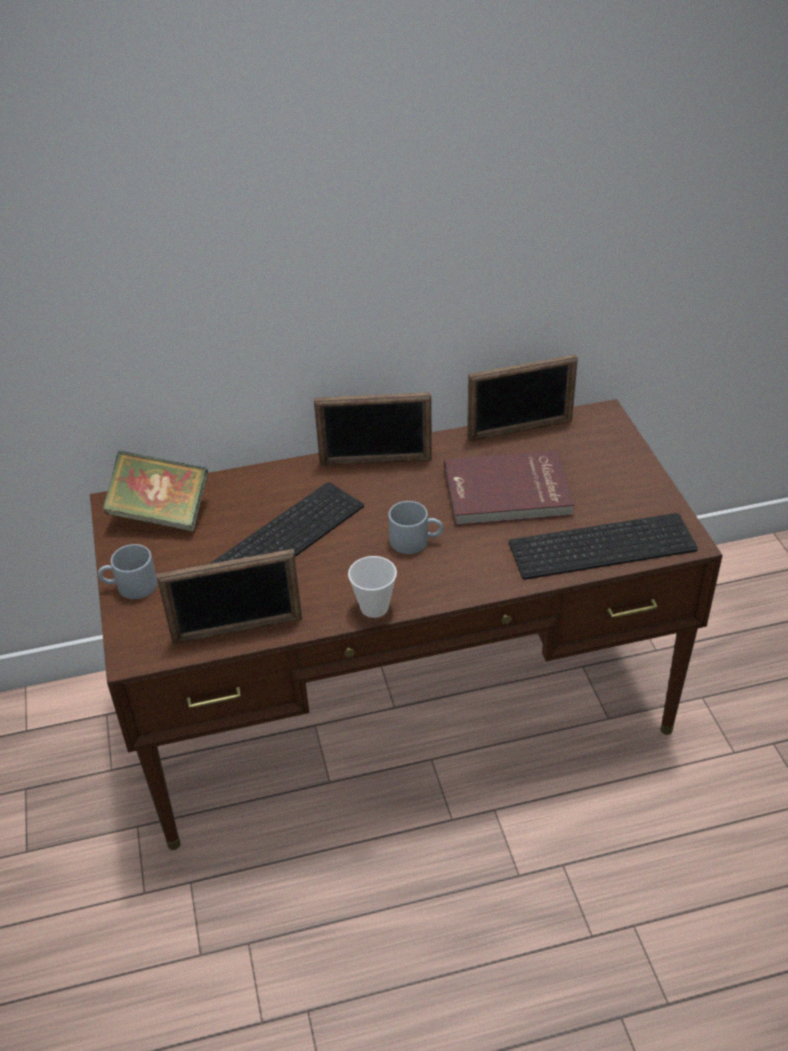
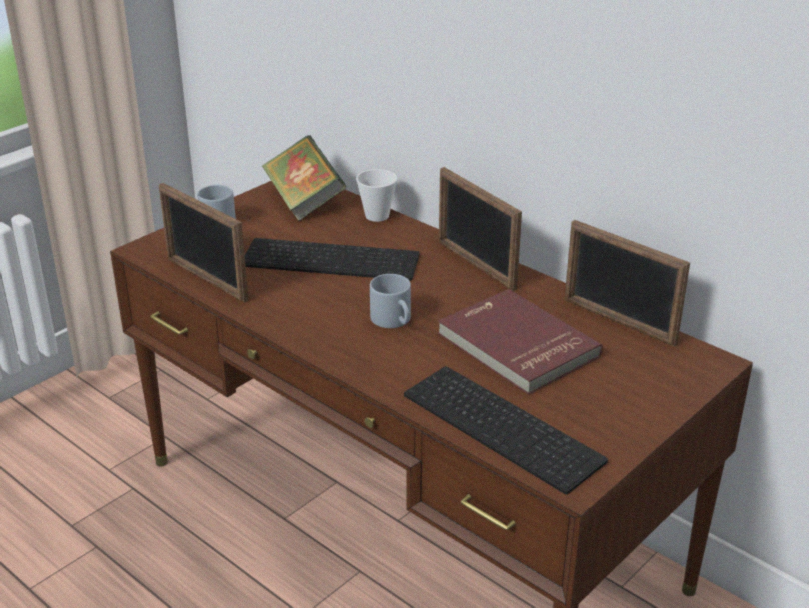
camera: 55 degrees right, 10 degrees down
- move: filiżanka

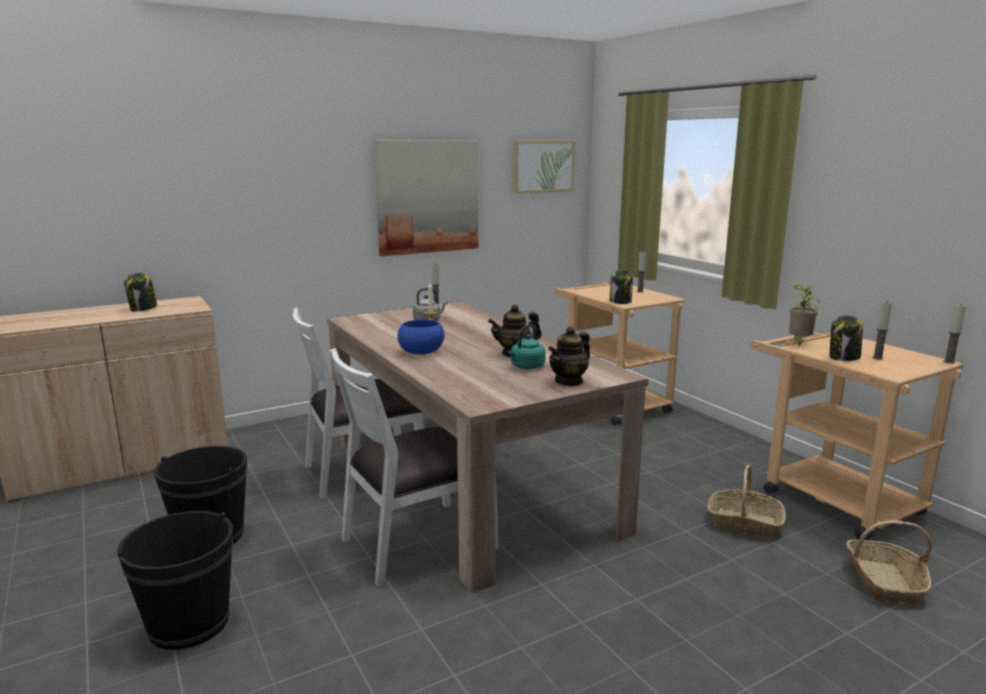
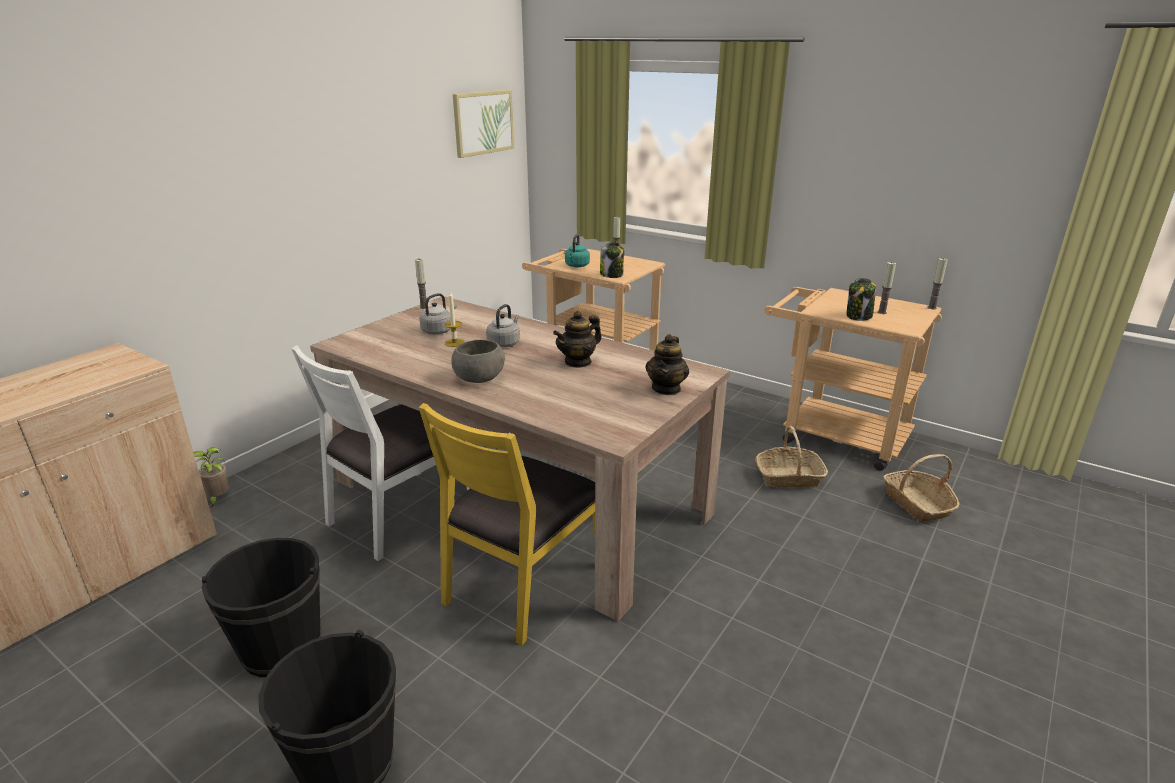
camera: 25 degrees left, 10 degrees up
- delete: obraz (1st from left)
- delete: słoik (1st from left)
- move: roślina doniczkowa
- recolor: miska (niebieski) to miska (szary)
- move: czajnik (turkusowy)
- recolor: krzesło (biały) (2nd from left) to krzesło (żółty)
- insert: czajnik (szary) (2nd from left)

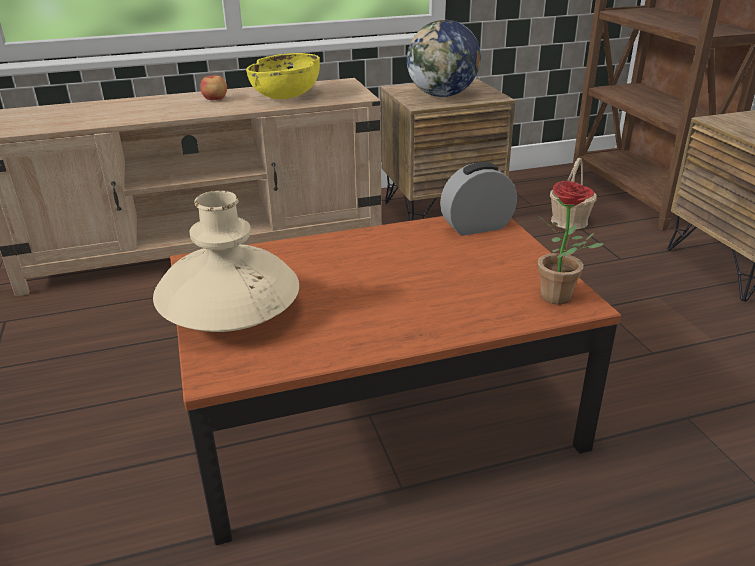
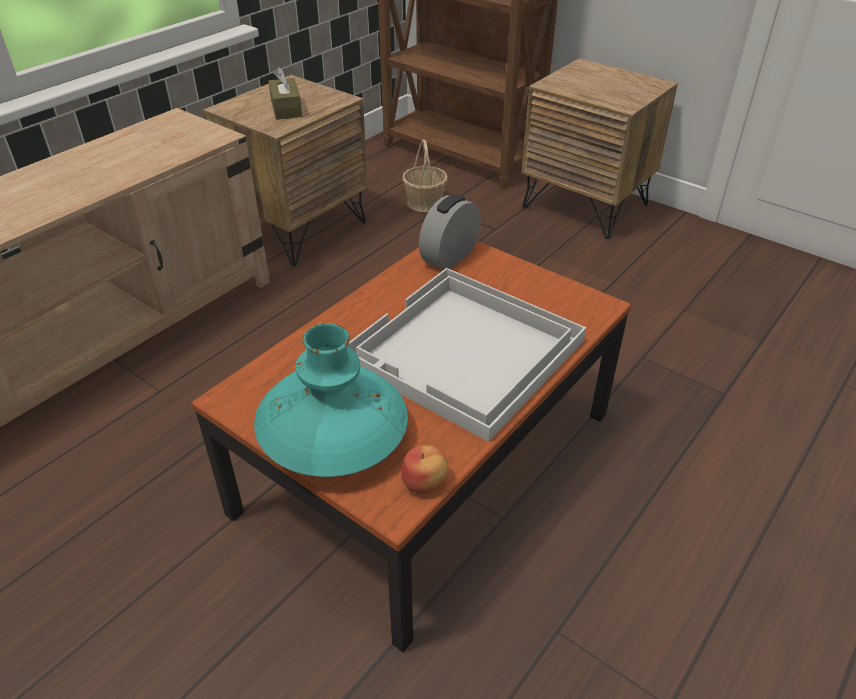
camera: 35 degrees left, 10 degrees up
- replace: globus to pudełko chusteczek (brązowy)
- delete: miska (żółty)
- move: jabłko
- delete: roślina doniczkowa
- recolor: wazon (beżowy) to wazon (turkusowy)
- insert: taca (biały)

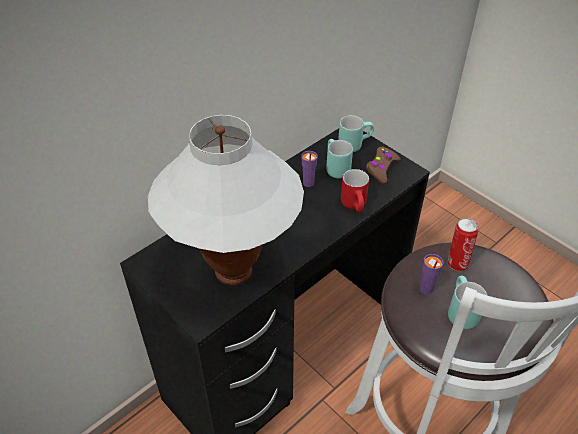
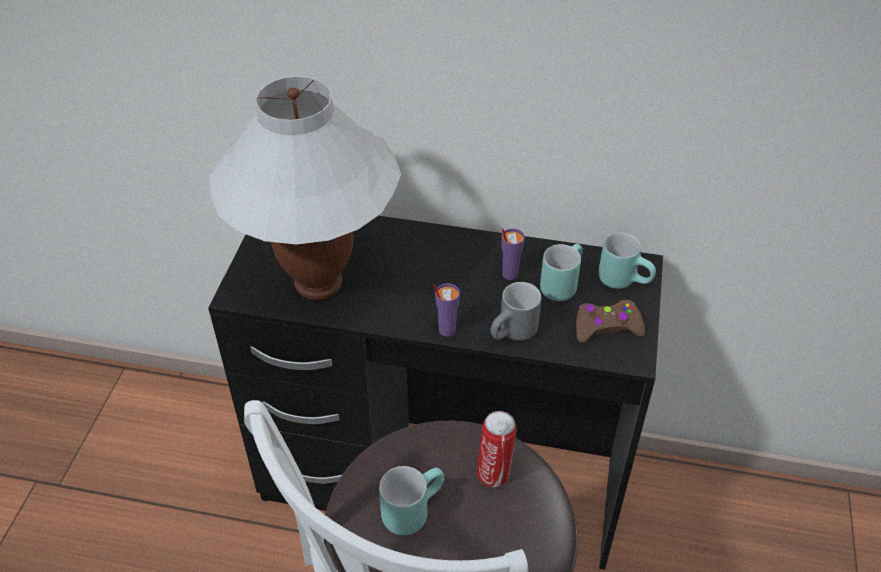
camera: 55 degrees right, 0 degrees up
- recolor: kubek (czerwony) to kubek (szary)
- move: filiżanka (fioletowy) (2nd from left in the first image) to filiżanka (fioletowy) (1st from left)

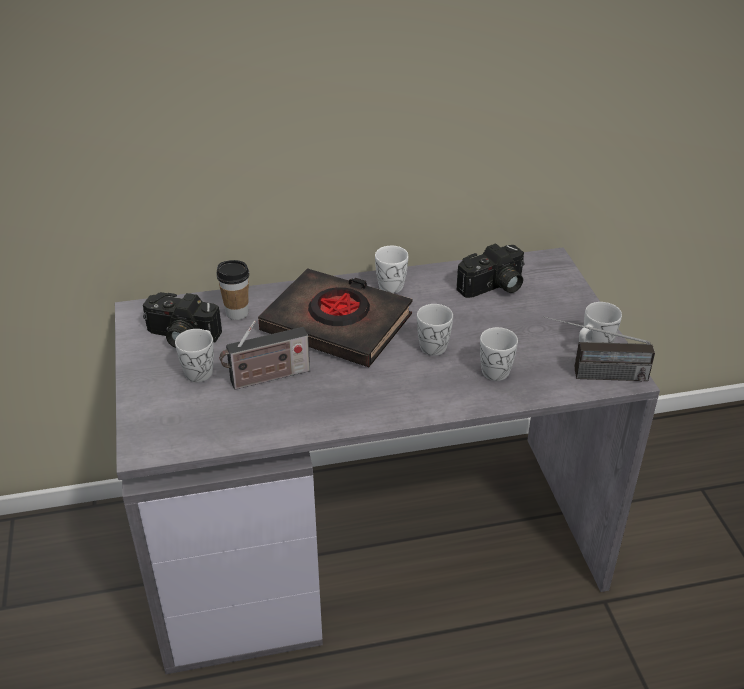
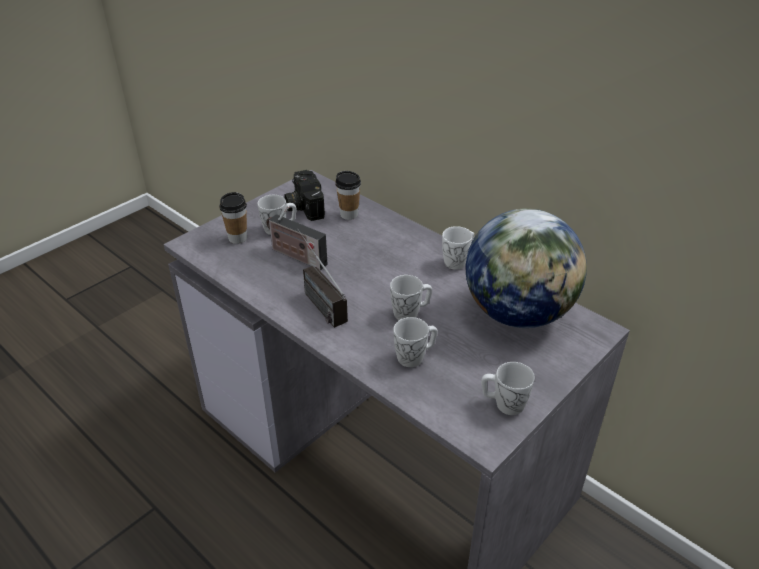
camera: 55 degrees right, 0 degrees up
- replace: aparat fotograficzny (2nd from left) to globus
- delete: książka (czarny)
- move: radio (2nd from left)
- insert: filiżanka (1st from left)

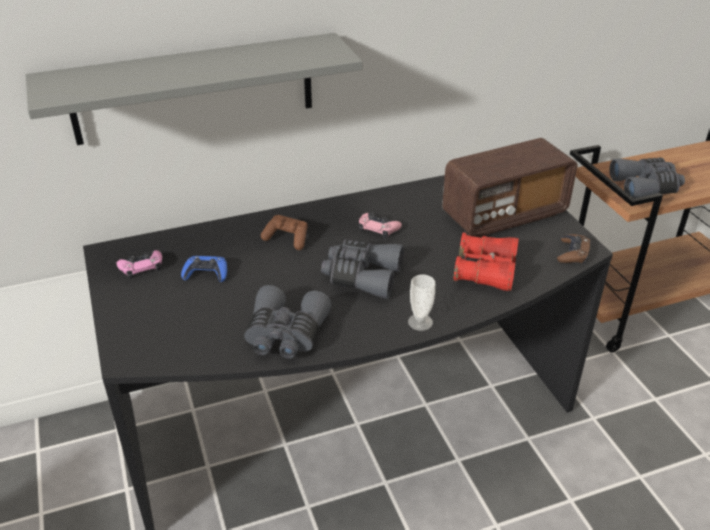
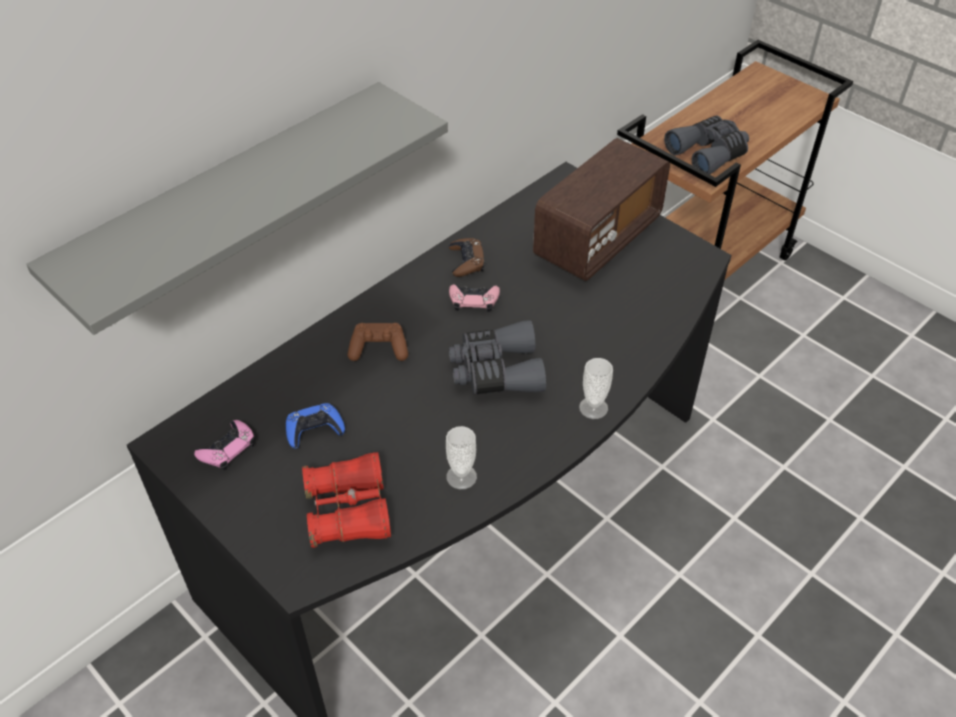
camera: 25 degrees left, 10 degrees up
- move: lornetka (czerwony)
- move: pad do gier (brązowy) (2nd from left)
- replace: lornetka (szary) (1st from left) to filiżanka (1st from left)

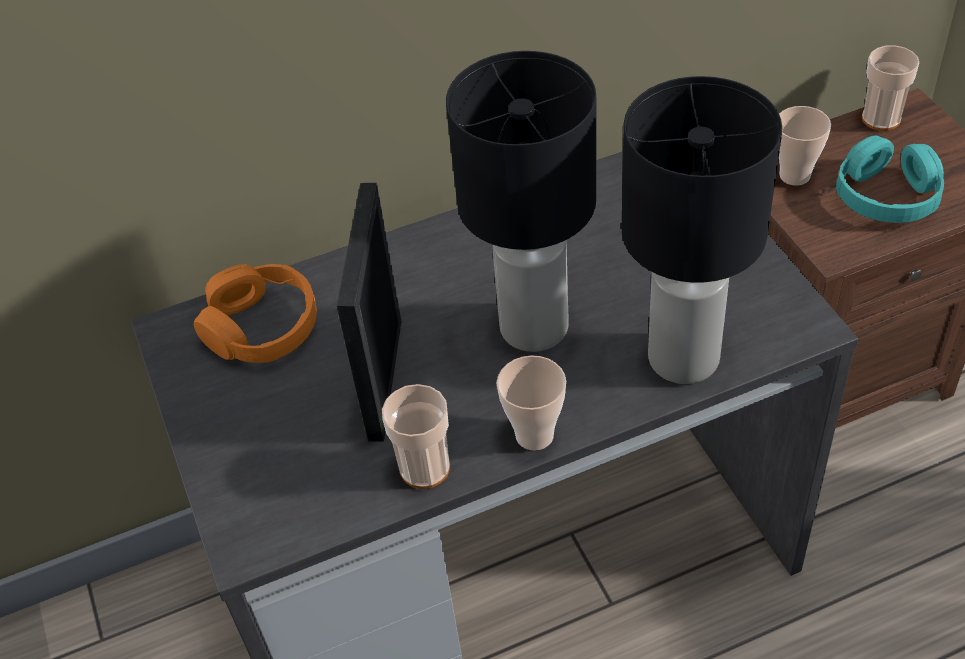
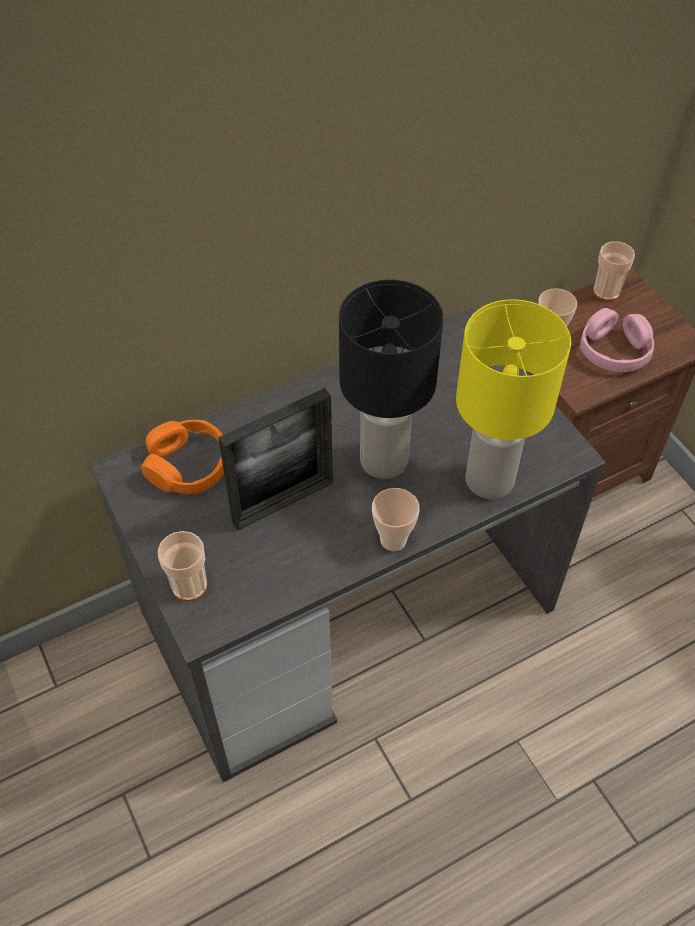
camera: 10 degrees left, 5 degrees up
- recolor: lampa stołowa (czarny) (2nd from left) to lampa stołowa (żółty)
- recolor: słuchawki (turkusowy) to słuchawki (różowy)
- rotate: ramka na zdjęcie 120 degrees counterclockwise
- move: filiżanka (1st from left)

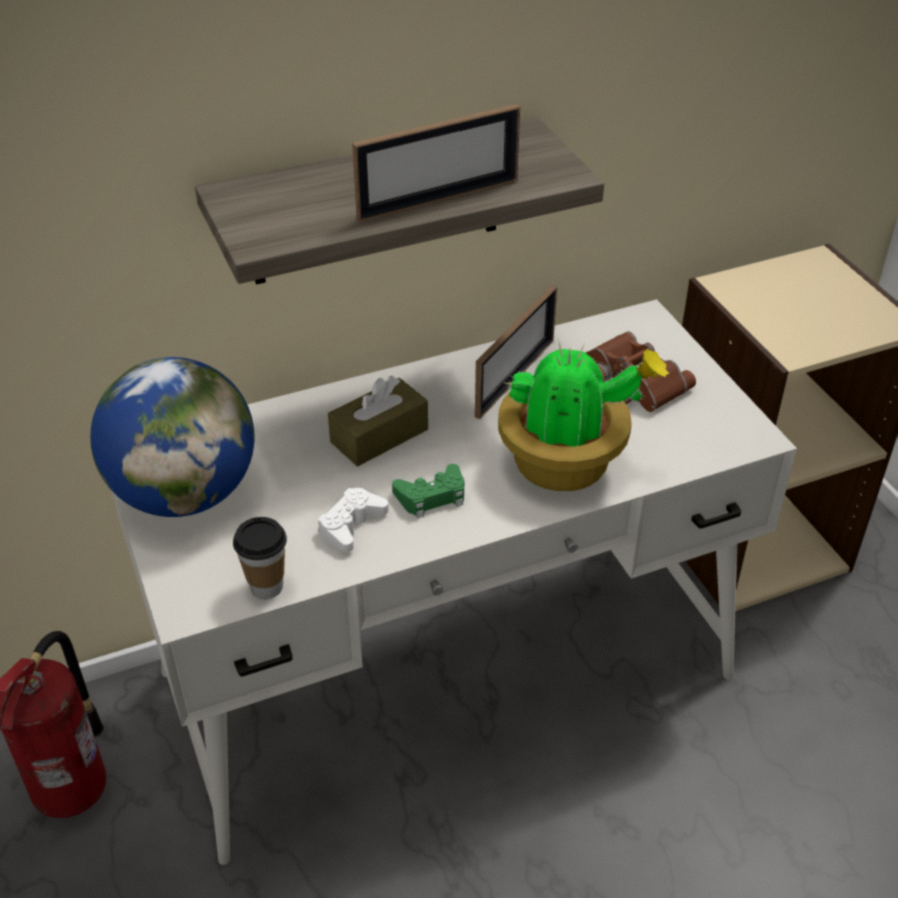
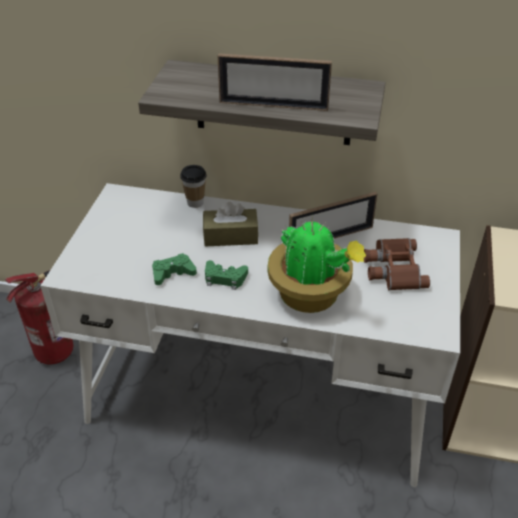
camera: 35 degrees right, 0 degrees up
- delete: globus
- recolor: pad do gier (biały) to pad do gier (zielony) (1st from left)
- move: filiżanka

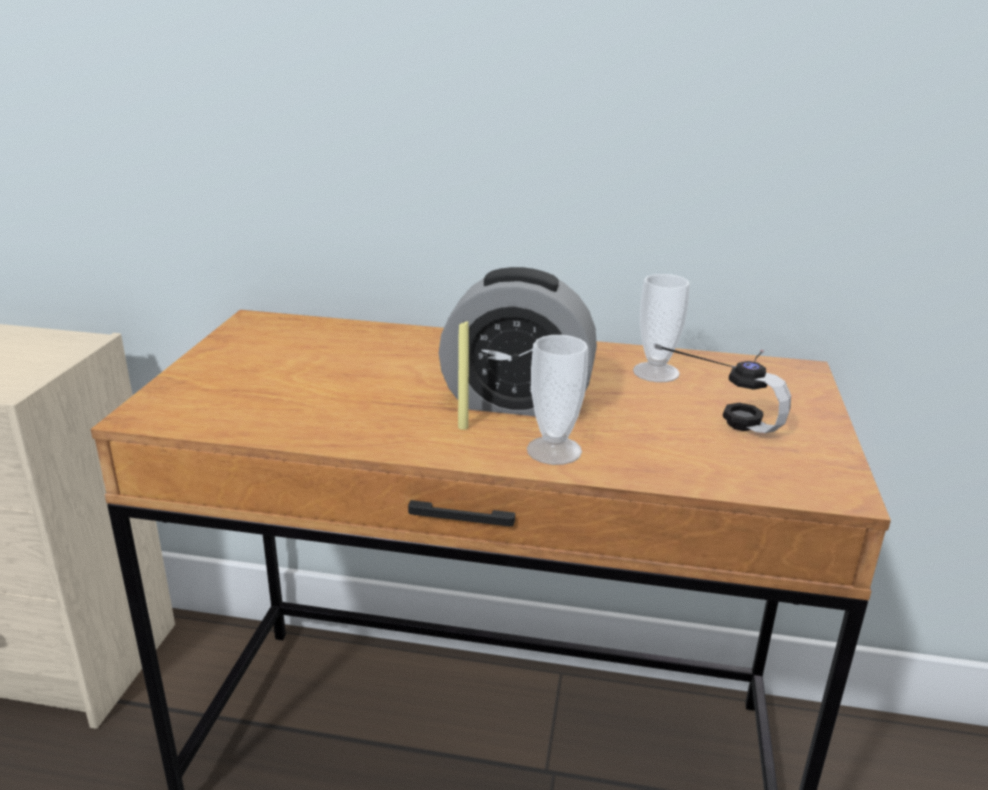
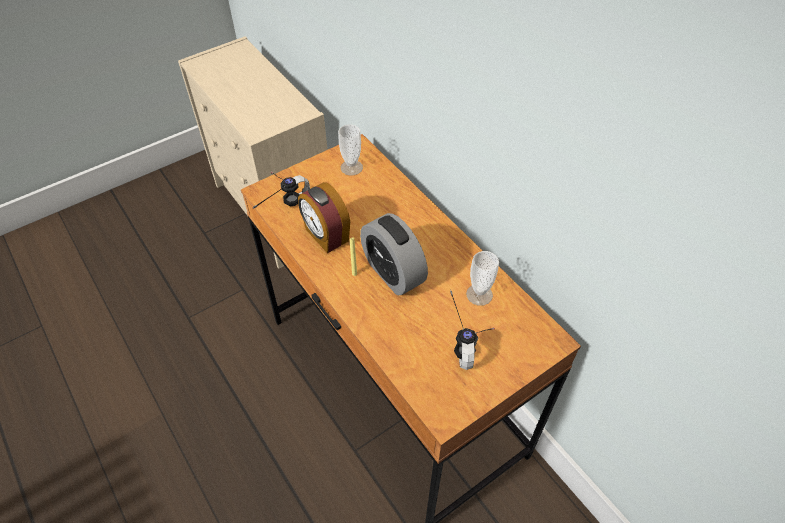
camera: 45 degrees right, 25 degrees up
- move: filiżanka (1st from left)
- insert: słuchawki (1st from left)
- insert: budzik (1st from left)

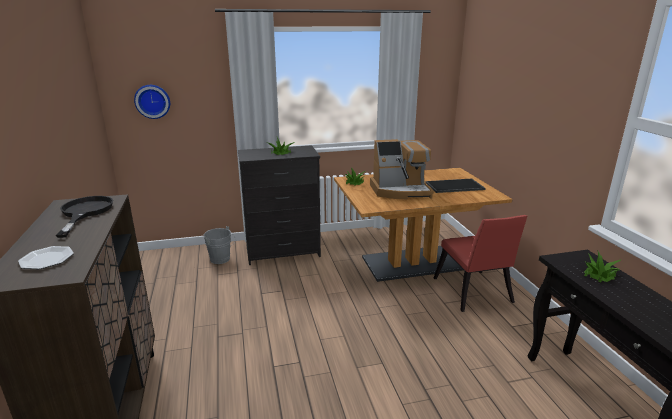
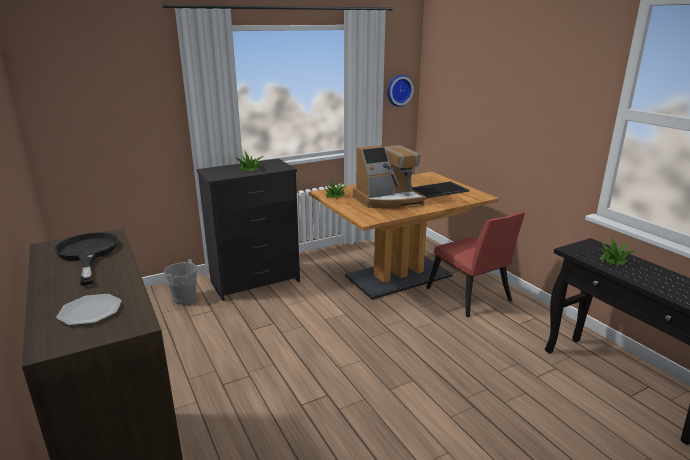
camera: 15 degrees left, 0 degrees up
- move: zegar ścienny

